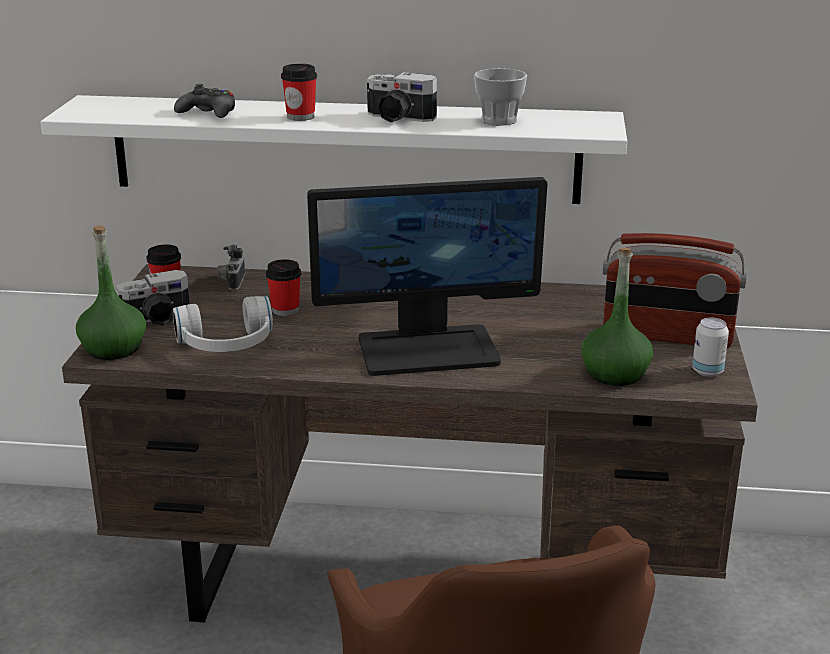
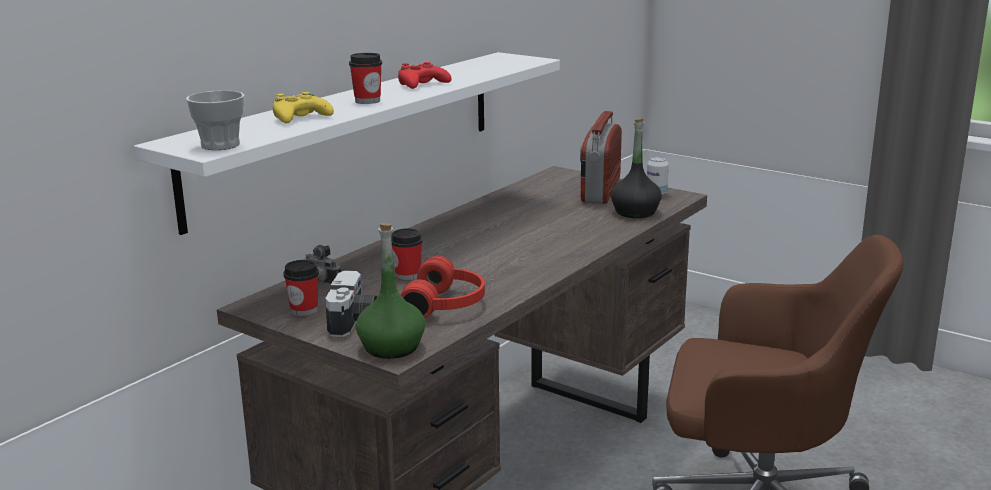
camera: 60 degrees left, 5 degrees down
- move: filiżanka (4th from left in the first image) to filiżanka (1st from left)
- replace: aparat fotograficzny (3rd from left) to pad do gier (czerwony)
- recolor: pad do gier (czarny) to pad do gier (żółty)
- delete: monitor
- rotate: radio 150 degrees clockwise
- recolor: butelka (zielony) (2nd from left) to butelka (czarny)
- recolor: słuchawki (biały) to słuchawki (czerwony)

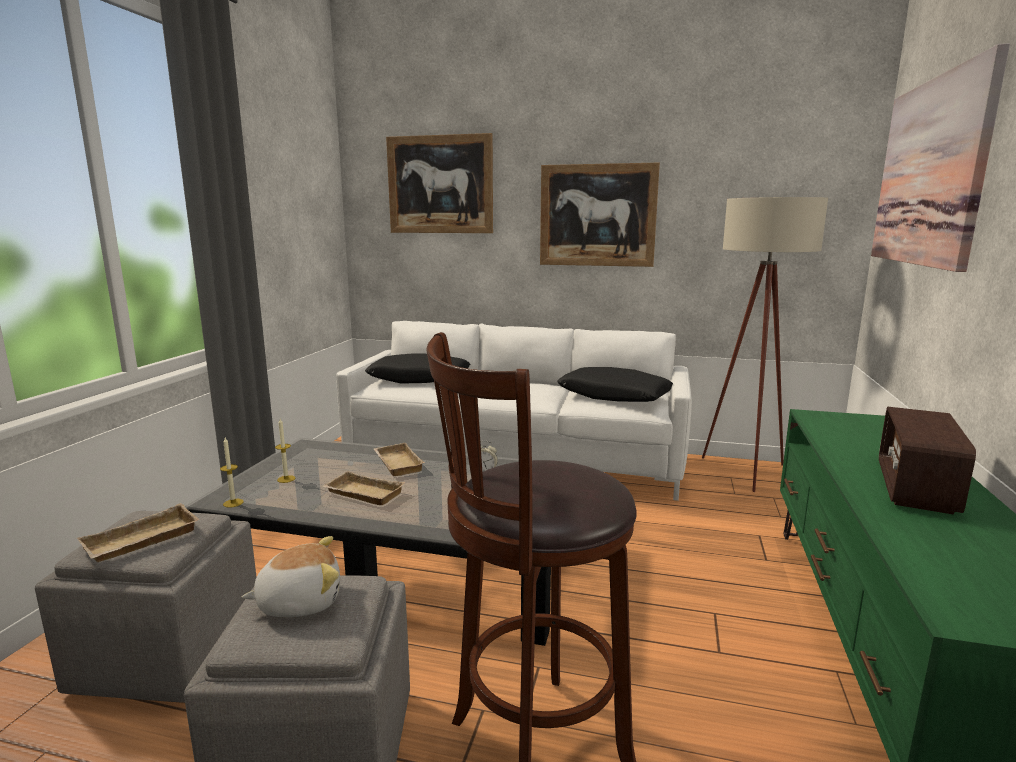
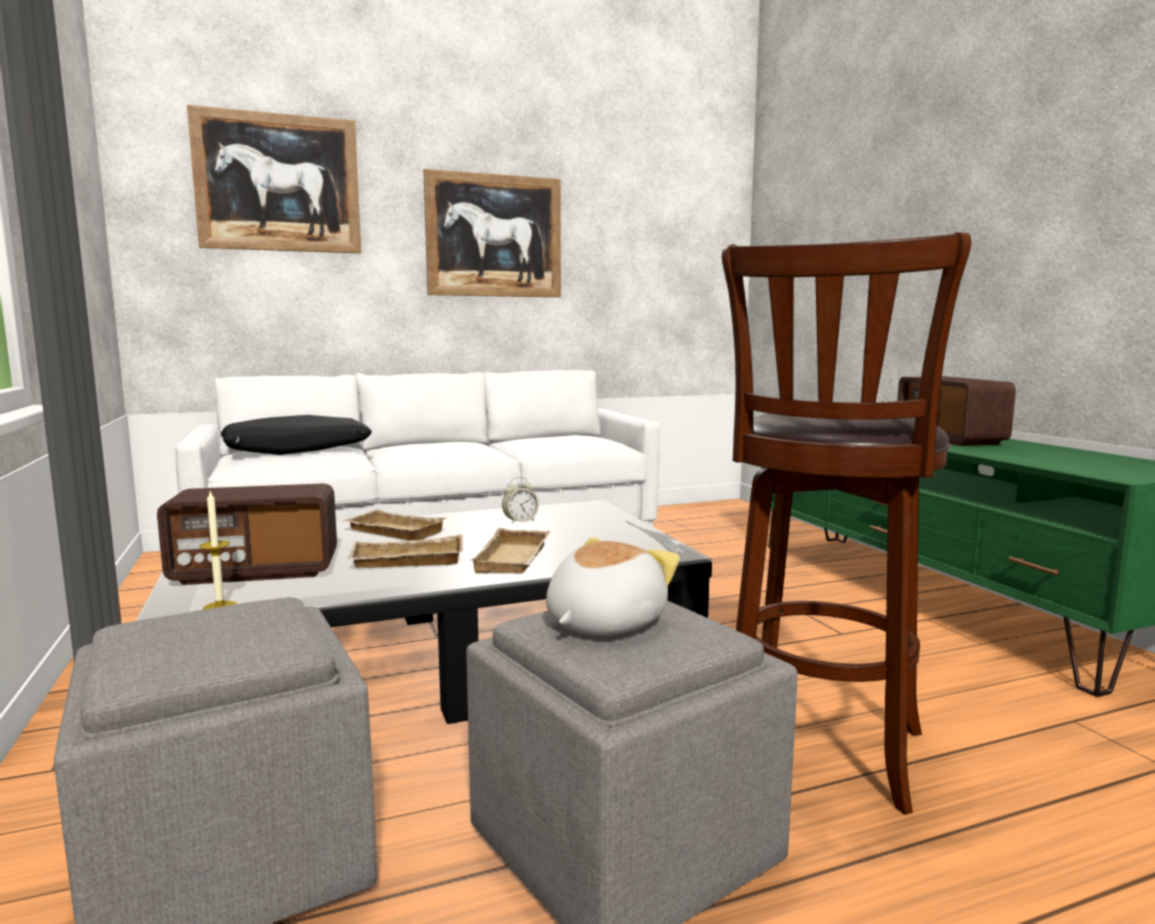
camera: 35 degrees left, 5 degrees down
- delete: obraz (3rd from left)
- delete: lampa stojąca (beżowy)
- delete: poduszka (czarny) (2nd from left)
- replace: świeca (2nd from left) to radio (1st from left)
- move: taca (beżowy) (1st from left in the first image) to taca (beżowy) (3rd from left)

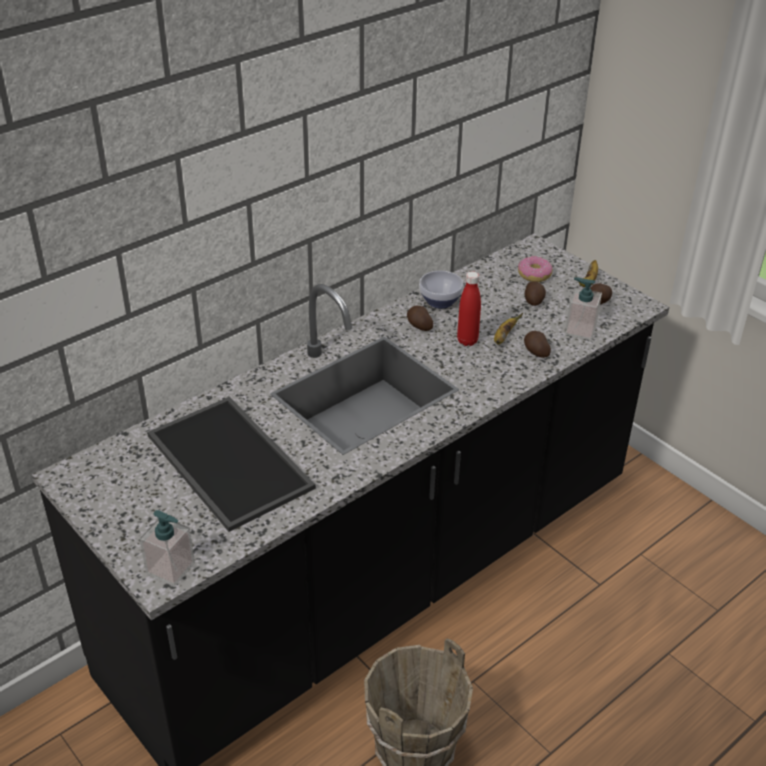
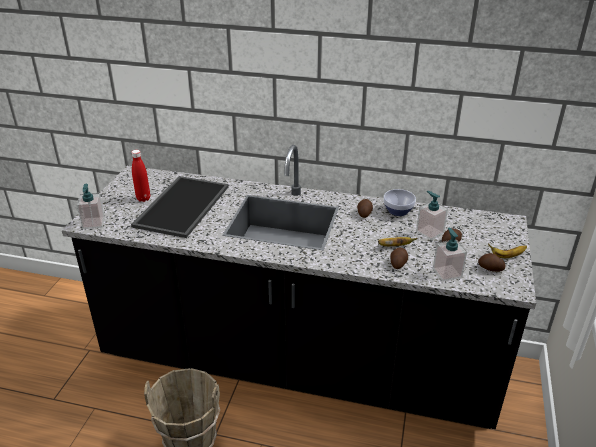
camera: 55 degrees right, 5 degrees down
- delete: donut
- move: butelka (czerwony)
- insert: dozownik mydła (2nd from left)

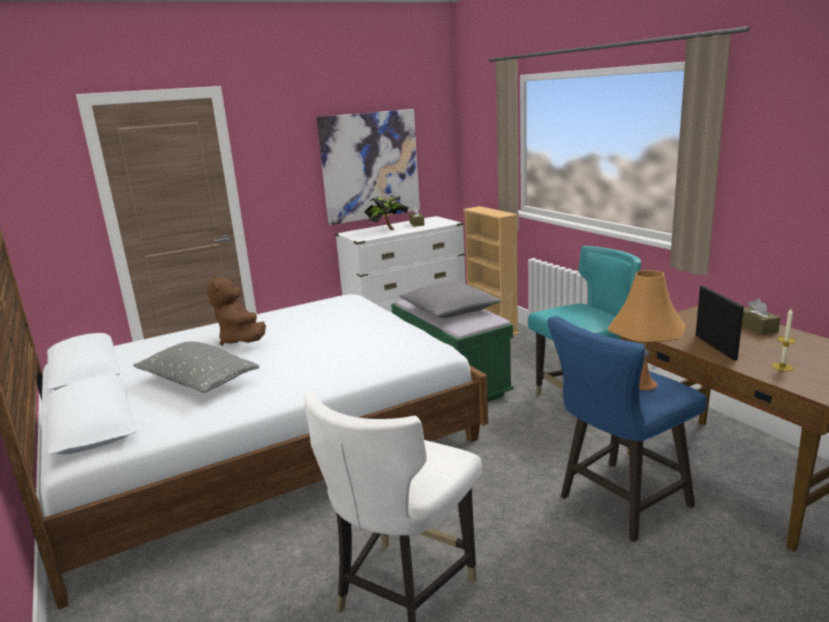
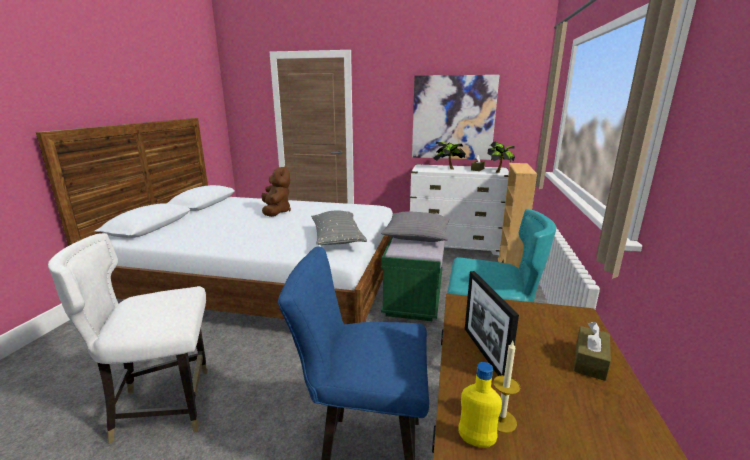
camera: 40 degrees right, 0 degrees up
- delete: lampa stołowa (pomarańczowy)
- rotate: pluszak (brązowy) 150 degrees clockwise
- rotate: ramka na zdjęcie 135 degrees clockwise
- move: poduszka (szary) (1st from left)
- insert: roślina doniczkowa (2nd from left)
- insert: butelka (żółty)

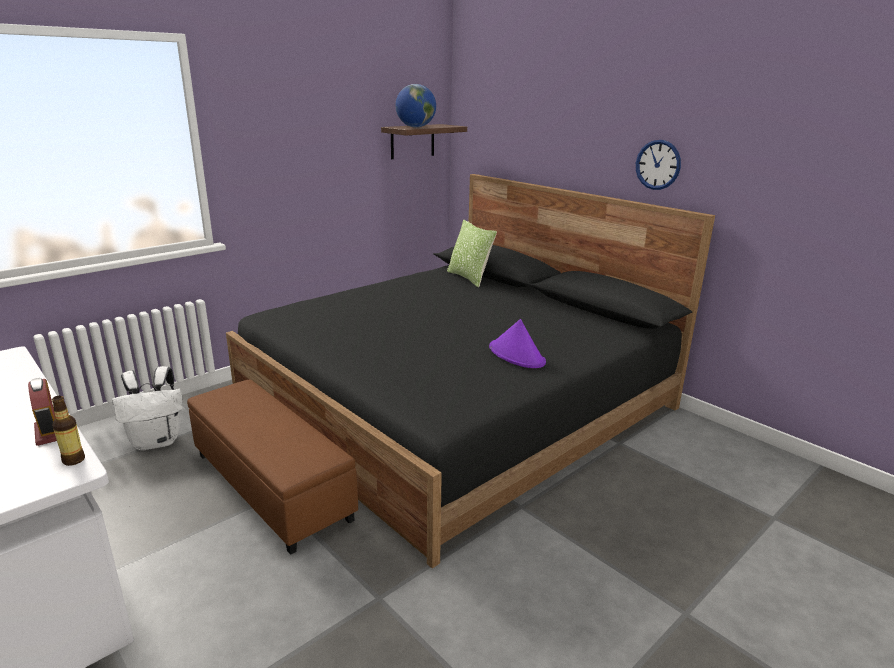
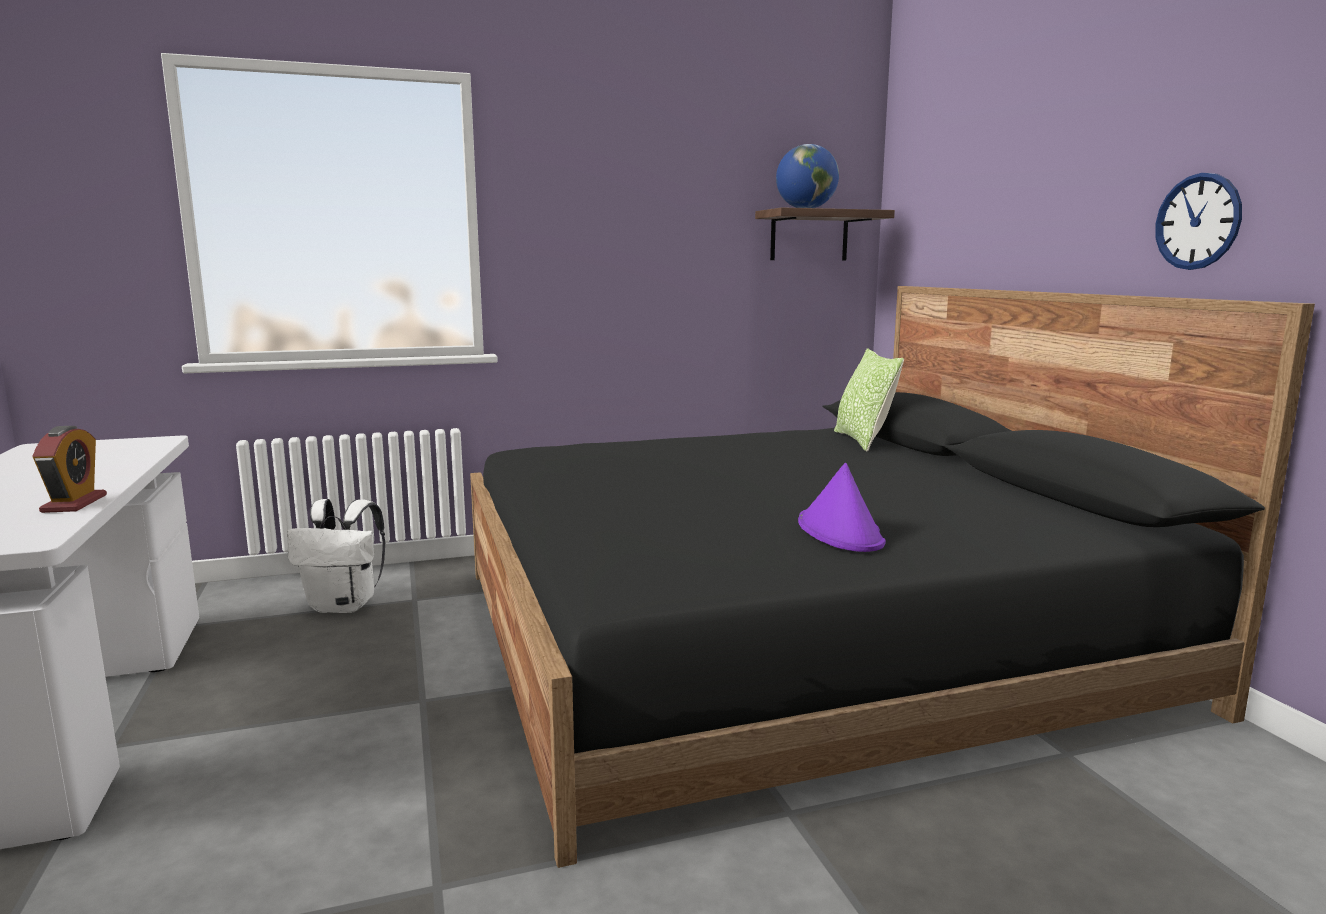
camera: 25 degrees right, 10 degrees down
- delete: pufa (brązowy)
- delete: butelka

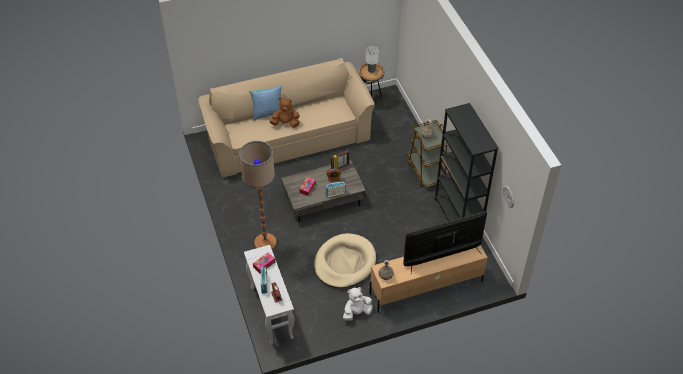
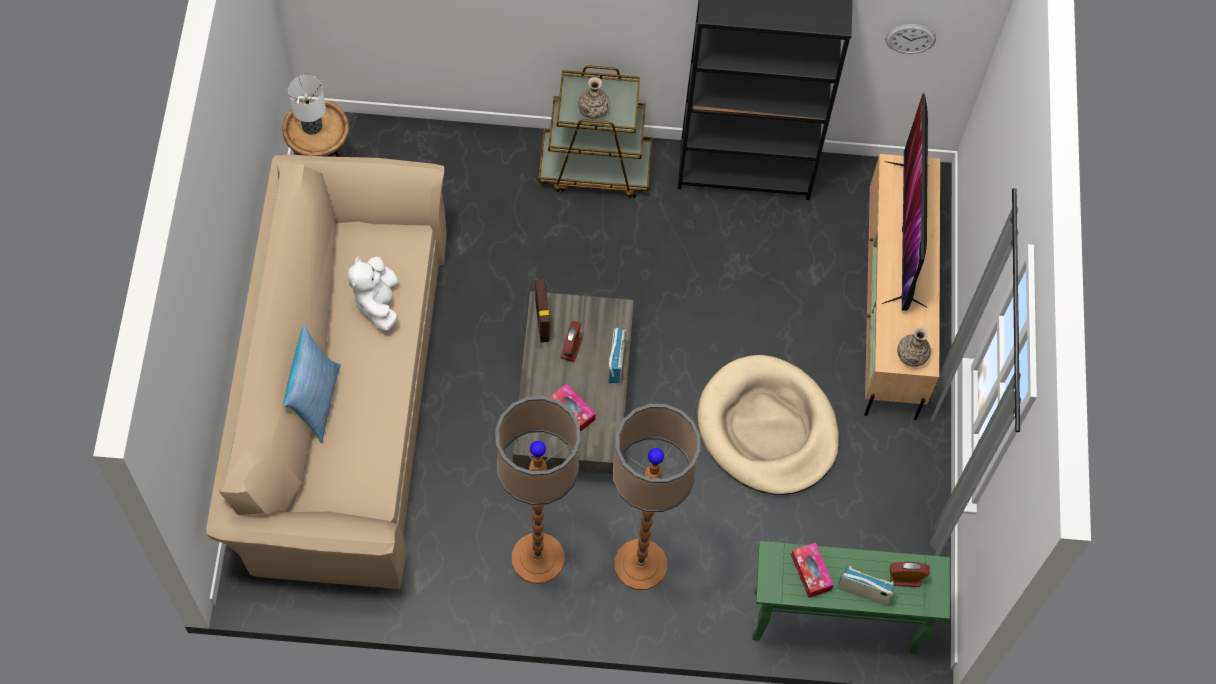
camera: 70 degrees left, 15 degrees up
- delete: pluszak (brązowy)
- recolor: stolik konsolowy (biały) to stolik konsolowy (zielony)
- move: pluszak (biały)
- insert: lampa stojąca (1st from left)

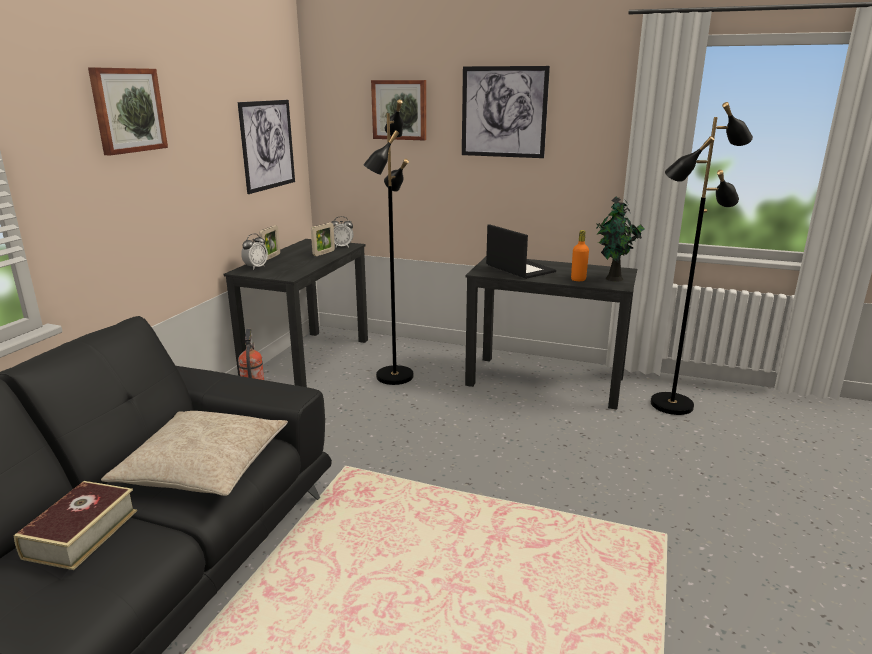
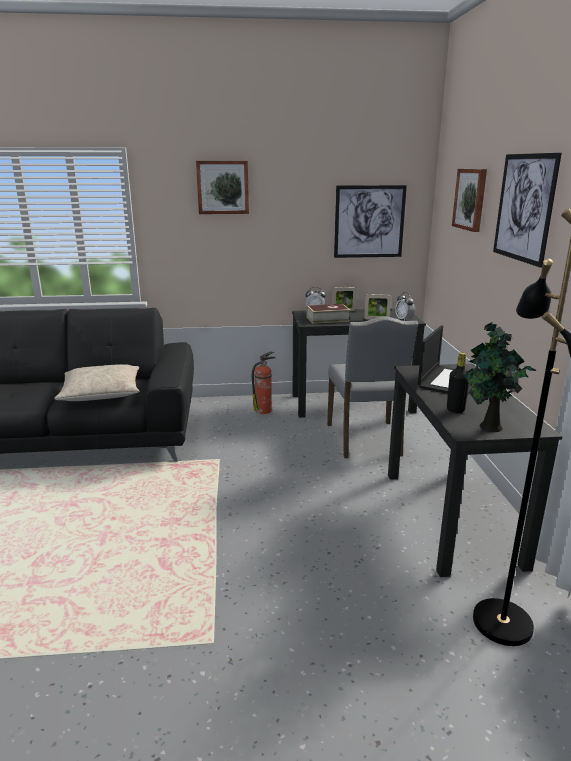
camera: 65 degrees right, 0 degrees up
- replace: lampa stojąca (czarny) (1st from left) to krzesło (szary)
- recolor: butelka (pomarańczowy) to butelka (czarny)
- move: książka

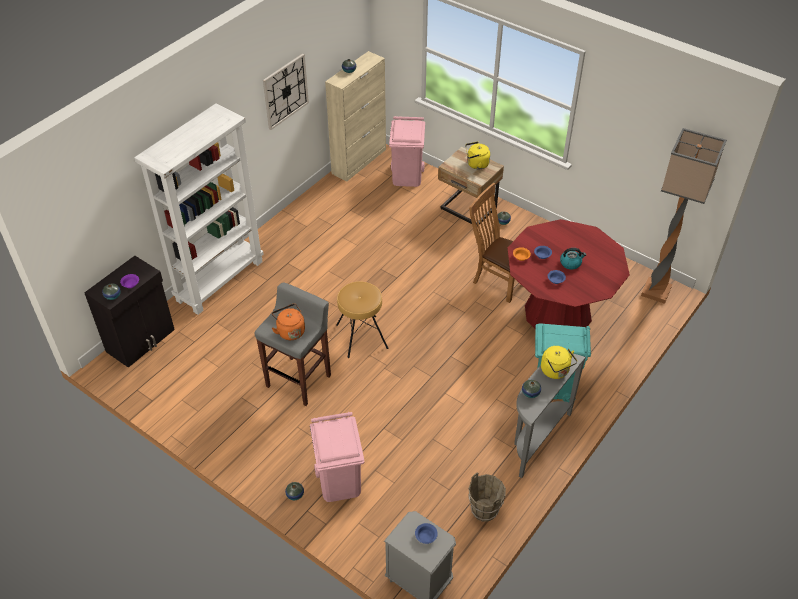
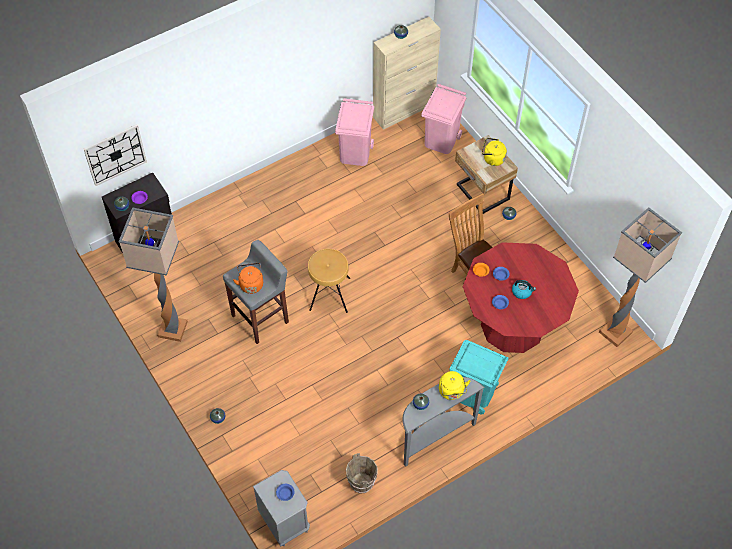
camera: 20 degrees right, 10 degrees up
- move: zegar ścienny
- delete: regał (biały)
- move: kosz na śmieci (różowy) (1st from left)
- insert: lampa stojąca (1st from left)

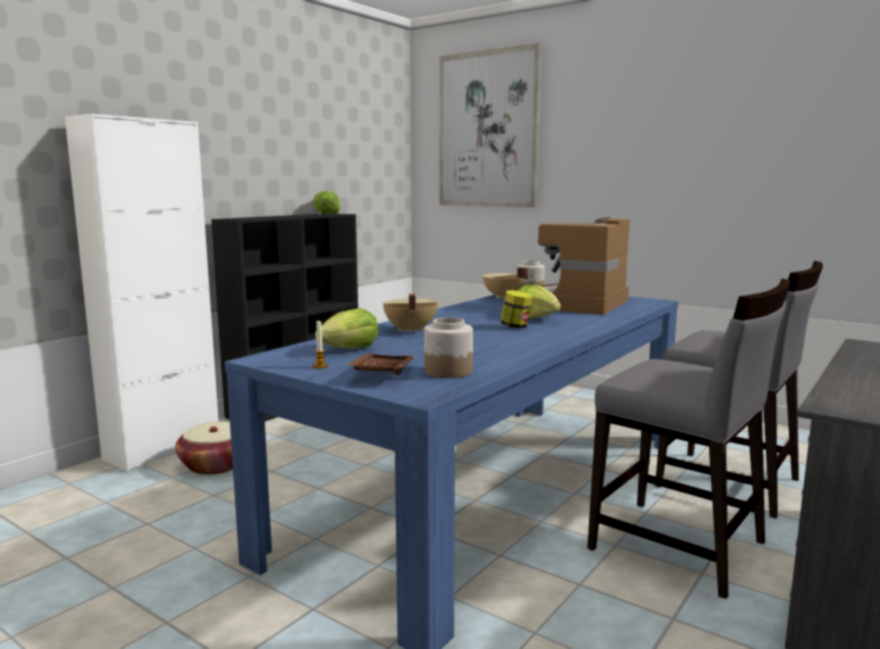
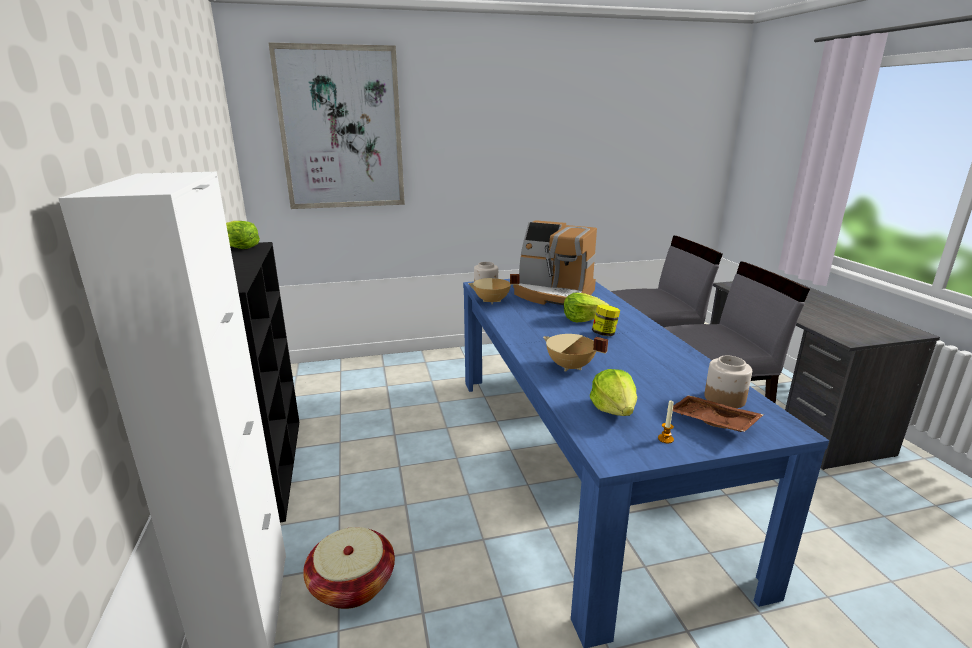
camera: 50 degrees left, 10 degrees up
- rotate: ekspres do kawy 45 degrees counterclockwise

